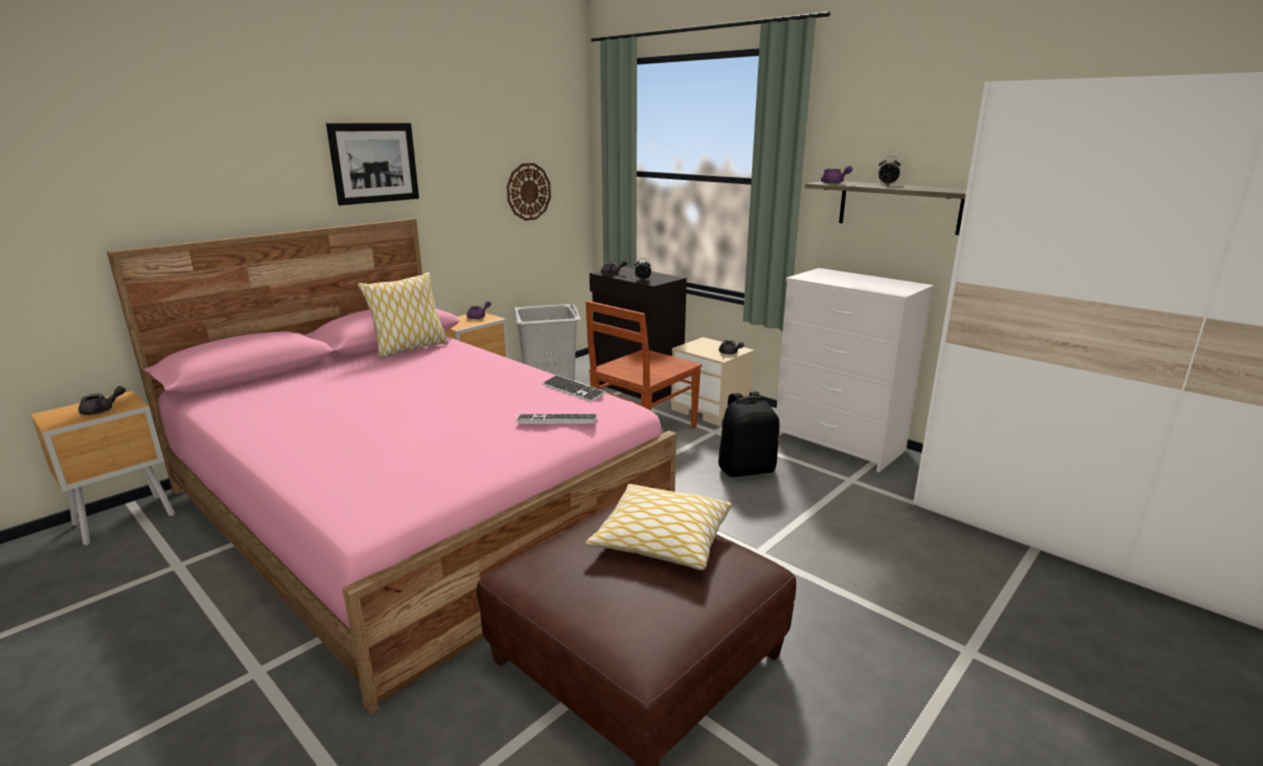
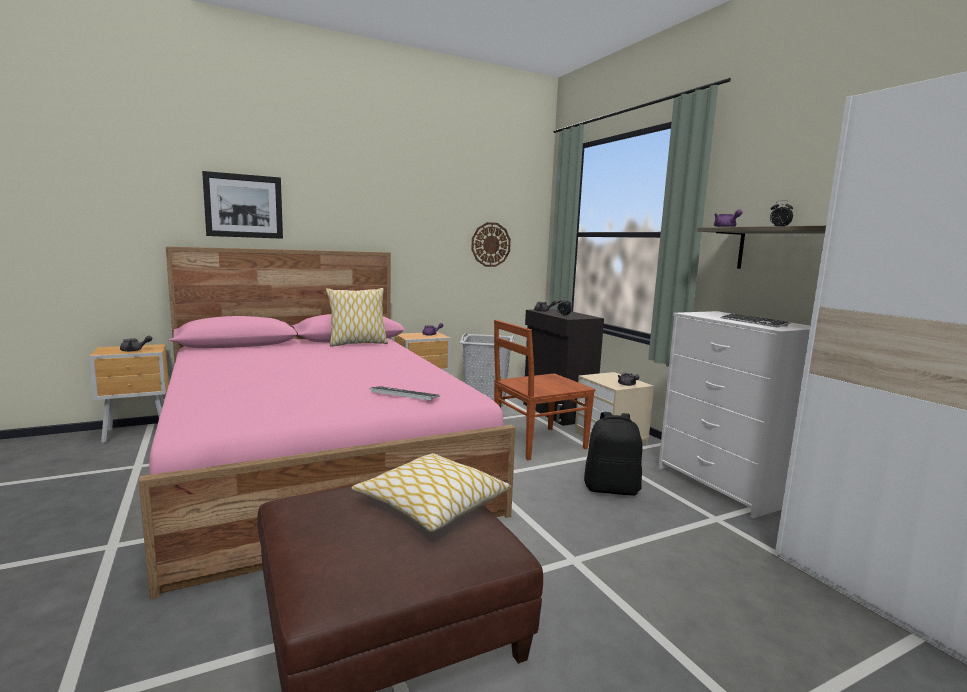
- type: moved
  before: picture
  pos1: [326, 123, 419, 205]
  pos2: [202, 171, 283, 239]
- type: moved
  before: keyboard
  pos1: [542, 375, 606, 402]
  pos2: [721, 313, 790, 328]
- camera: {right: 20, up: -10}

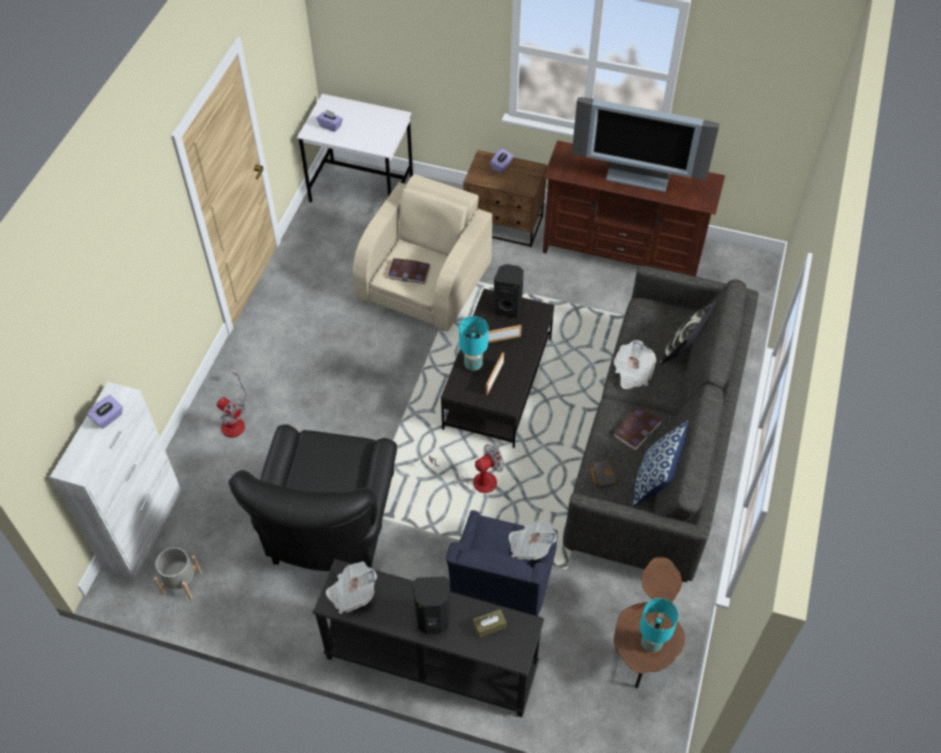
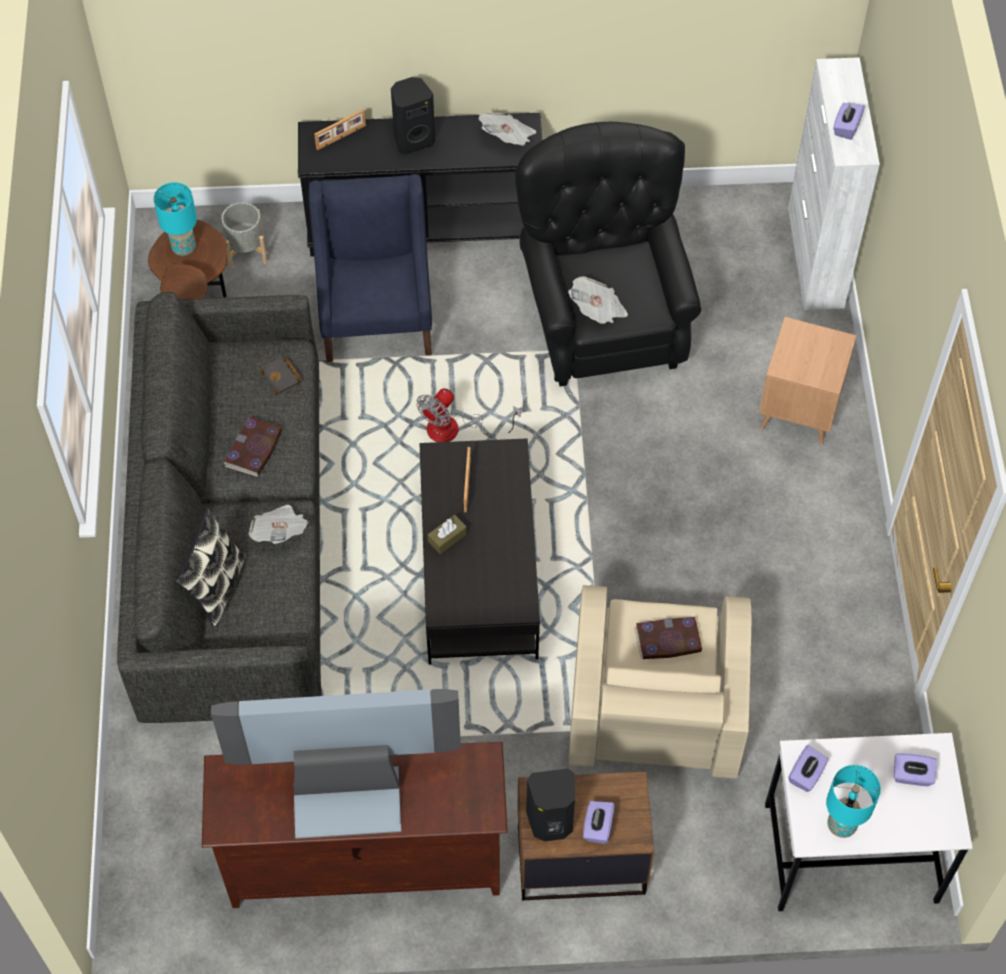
- type: moved
  before: grey planter
  pos1: [154, 547, 202, 600]
  pos2: [221, 202, 267, 269]
- type: replaced
  before: fan
  after: brown side table
  pos1: [217, 369, 246, 438]
  pos2: [759, 317, 857, 445]
- type: moved
  before: turquoise table lamp
  pos1: [459, 316, 488, 371]
  pos2: [826, 765, 881, 838]
- type: moved
  before: brown tissue box
  pos1: [473, 609, 507, 638]
  pos2: [428, 515, 467, 554]
- type: moved
  before: picture frame
  pos1: [480, 325, 522, 343]
  pos2: [314, 109, 366, 150]
- type: moved
  before: black speaker
  pos1: [493, 264, 524, 318]
  pos2: [526, 768, 575, 842]
- type: moved
  before: newspaper
  pos1: [508, 520, 557, 560]
  pos2: [568, 276, 628, 324]
- type: removed
  before: pillow
  pos1: [633, 420, 688, 507]
- type: added
  after: purple tissue box
  pos2: [788, 745, 828, 792]
- camera: {right: 160, up: 5}

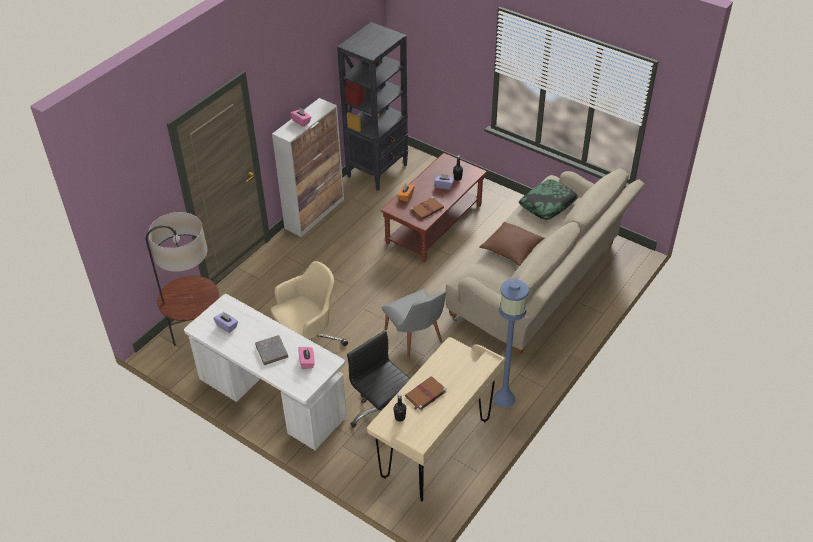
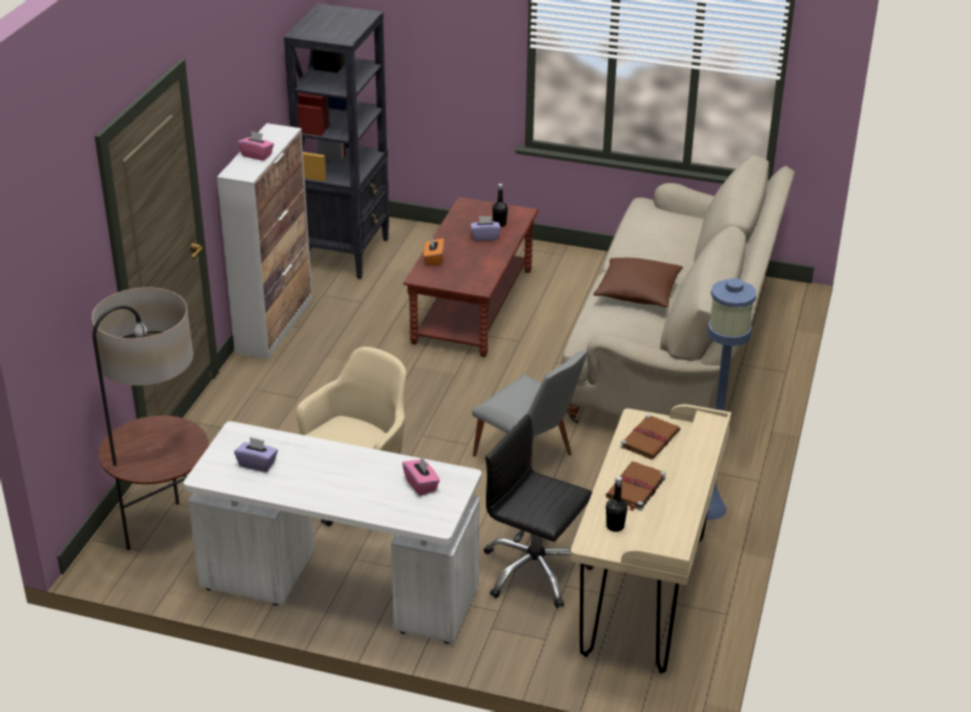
- type: removed
  before: grey book
  pos1: [255, 335, 288, 365]
- type: moved
  before: brown book
  pos1: [410, 197, 444, 220]
  pos2: [620, 414, 680, 460]
- type: removed
  before: pillow
  pos1: [519, 179, 578, 220]
- camera: {right: -20, up: -10}

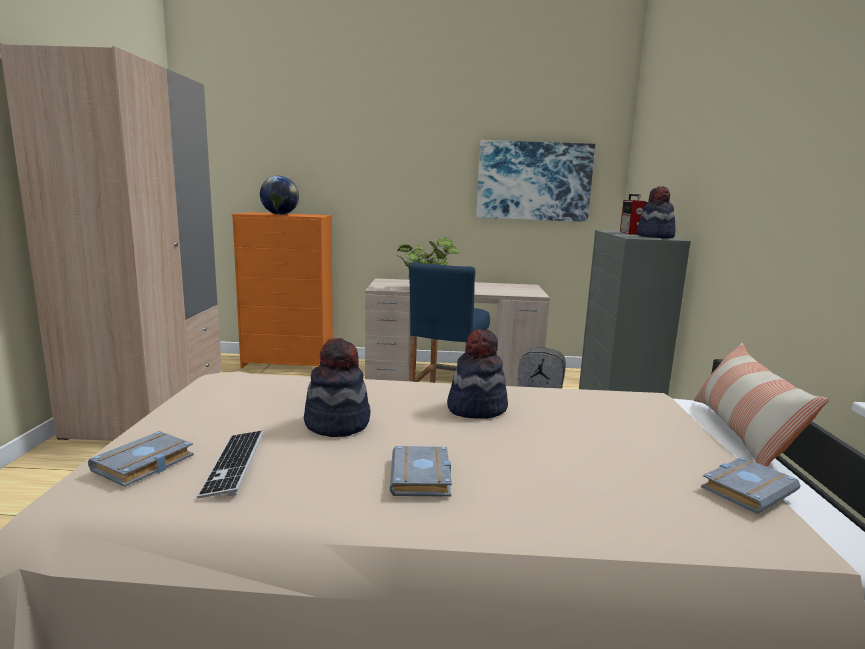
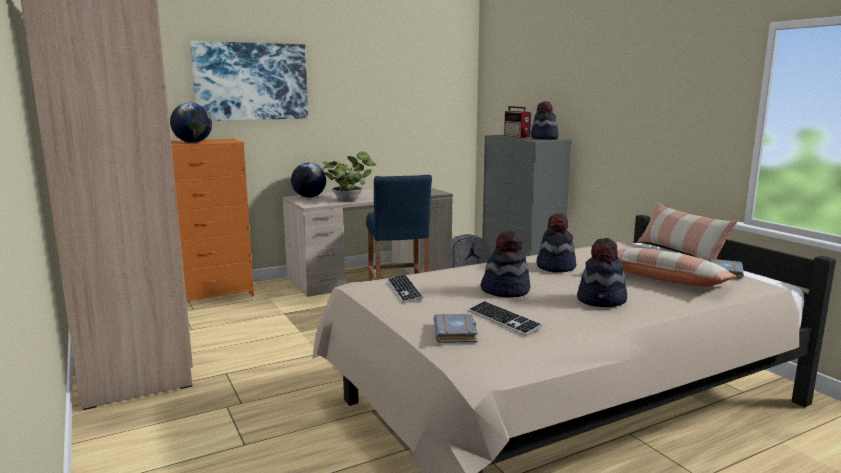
- type: replaced
  before: grey book
  after: hat
  pos1: [390, 446, 452, 497]
  pos2: [577, 238, 627, 307]
- type: moved
  before: picture
  pos1: [476, 140, 595, 222]
  pos2: [190, 41, 308, 121]
- type: added
  after: globe
  pos2: [291, 163, 326, 198]
- type: added
  after: keyboard
  pos2: [387, 275, 424, 303]
- type: added
  after: pillow
  pos2: [617, 248, 736, 287]
- camera: {right: -30, up: 0}

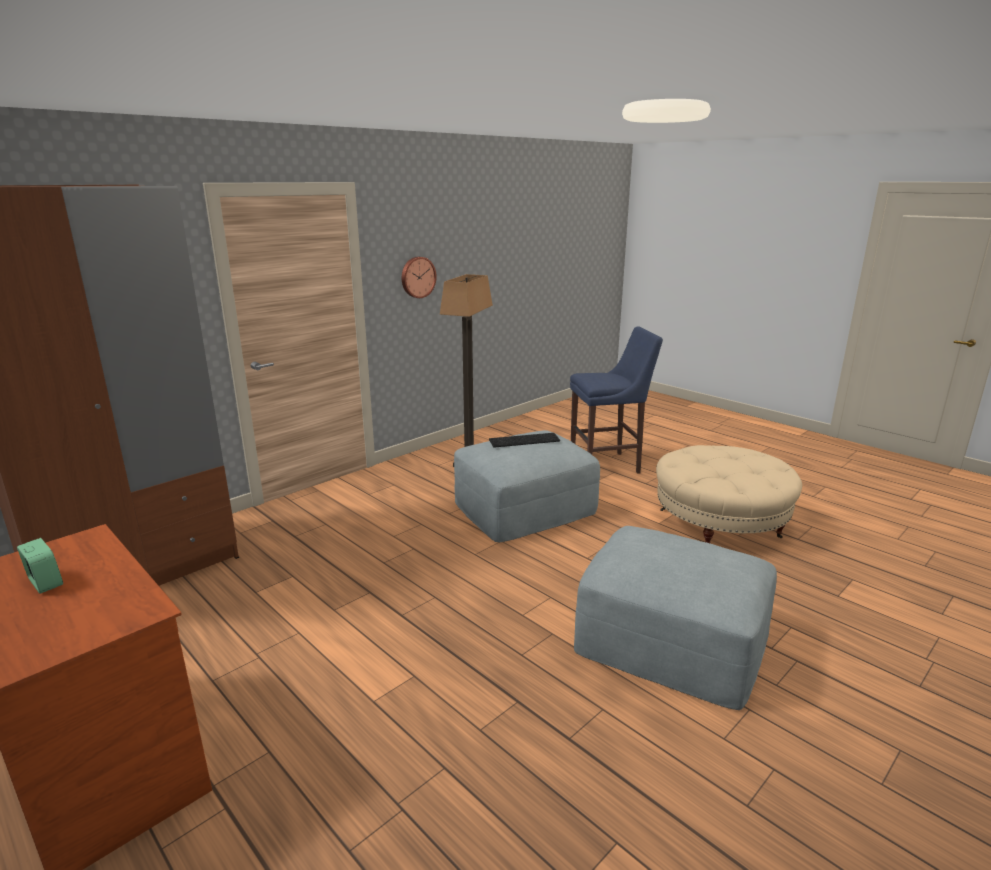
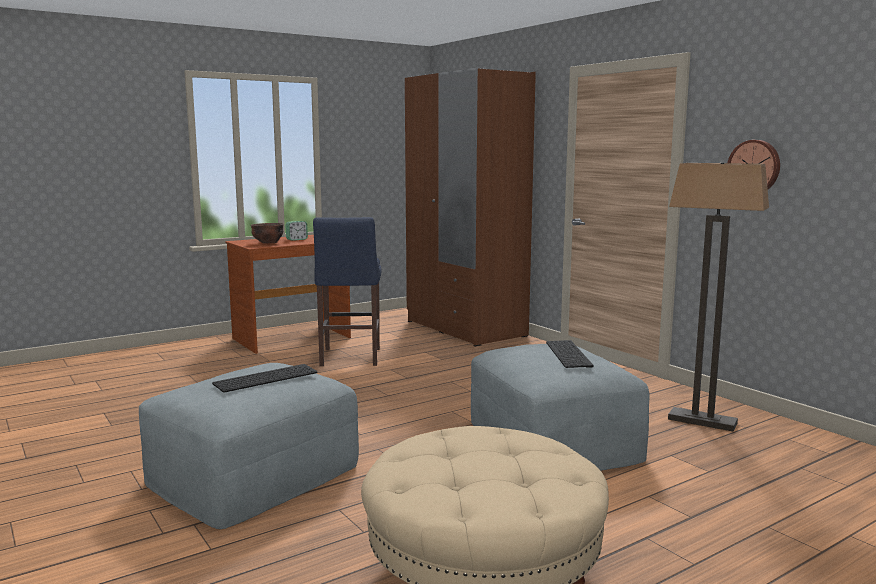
- type: moved
  before: blue stool
  pos1: [570, 326, 663, 474]
  pos2: [313, 217, 381, 366]
- type: added
  after: keyboard
  pos2: [212, 364, 318, 393]
- type: added
  after: brown bowl
  pos2: [251, 223, 284, 244]
- camera: {right: 100, up: -10}

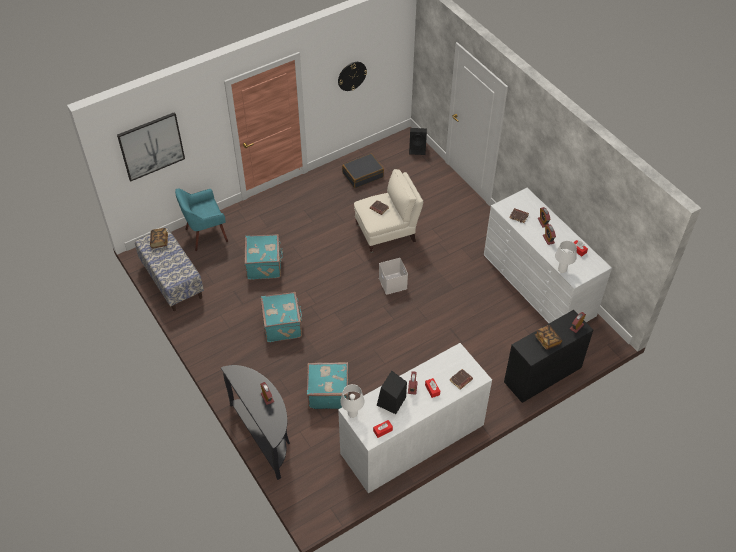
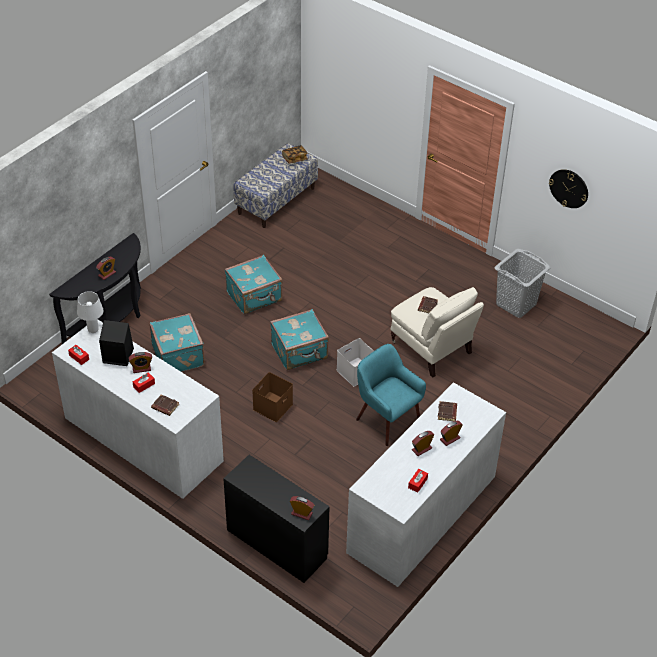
- type: removed
  before: picture
  pos1: [117, 112, 185, 181]
- type: moved
  before: turquoise armchair
  pos1: [175, 189, 228, 251]
  pos2: [356, 344, 426, 446]
- type: moved
  before: turquoise suitcase
  pos1: [245, 234, 284, 280]
  pos2: [270, 309, 329, 370]
- type: replaced
  before: black suitcase
  after: grey laundry basket
  pos1: [342, 153, 384, 188]
  pos2: [495, 249, 550, 318]
- type: removed
  before: black speaker
  pos1: [409, 128, 427, 155]
- type: removed
  before: book
  pos1: [535, 325, 562, 350]
- type: removed
  before: white table lamp
  pos1: [555, 241, 577, 273]
- type: added
  after: brown storage box
  pos2: [252, 372, 293, 422]
- camera: {right: 70, up: -5}

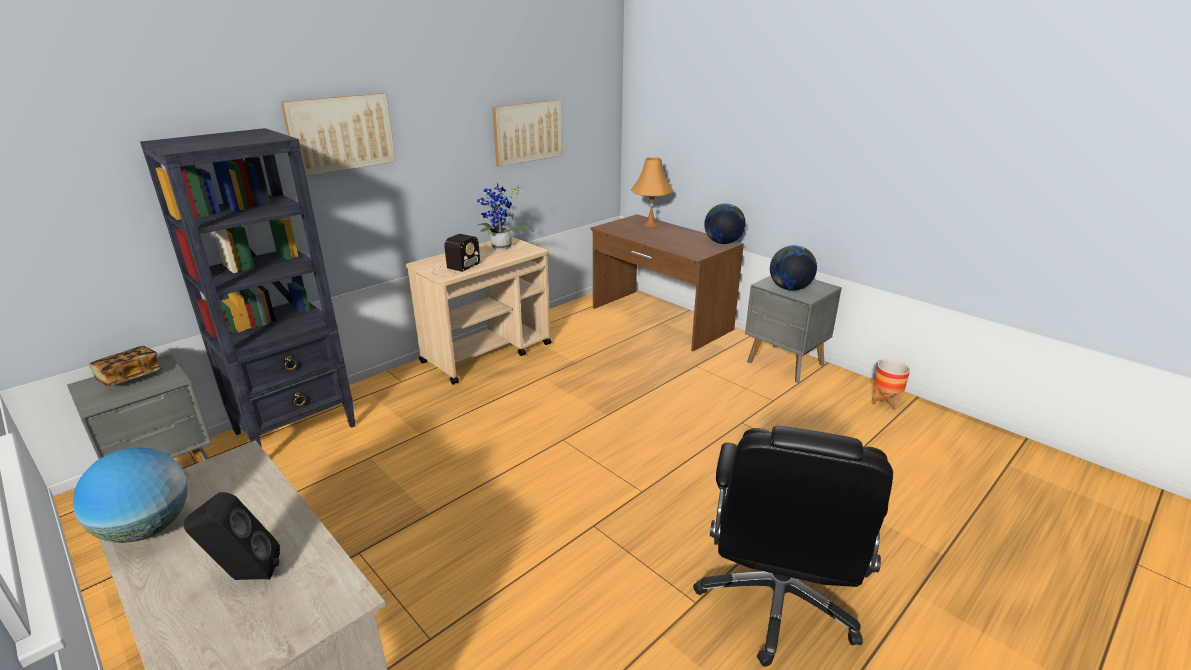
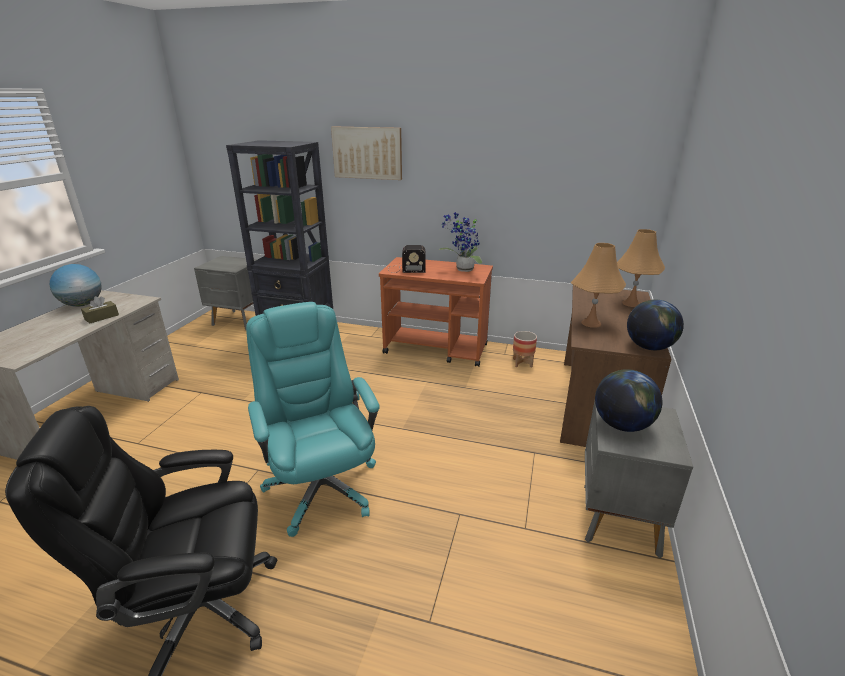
- type: removed
  before: book
  pos1: [89, 346, 162, 386]
- type: removed
  before: black speaker
  pos1: [184, 492, 280, 580]
- type: recoloured
  before: beige cart
  after: orange cart
  pos1: [406, 236, 551, 385]
  pos2: [379, 257, 493, 367]
- type: removed
  before: picture
  pos1: [492, 100, 563, 167]
- type: moved
  before: planter
  pos1: [872, 360, 910, 410]
  pos2: [513, 331, 537, 367]
- type: added
  after: brown tissue box
  pos2: [81, 296, 119, 323]
- type: added
  after: turquoise office chair
  pos2: [246, 302, 380, 537]
- type: added
  after: orange table lamp
  pos2: [571, 243, 626, 328]
- camera: {right: 60, up: 0}

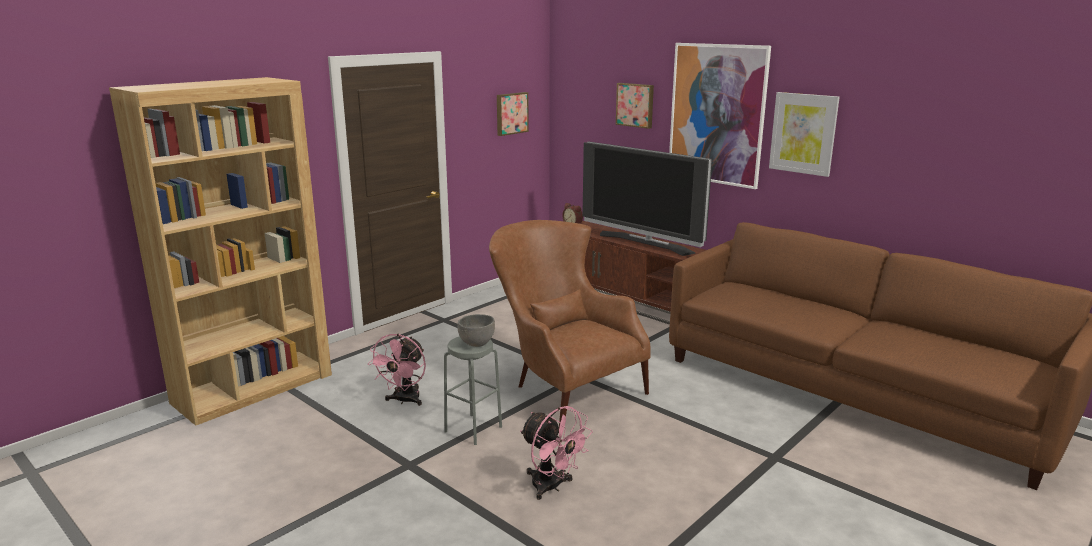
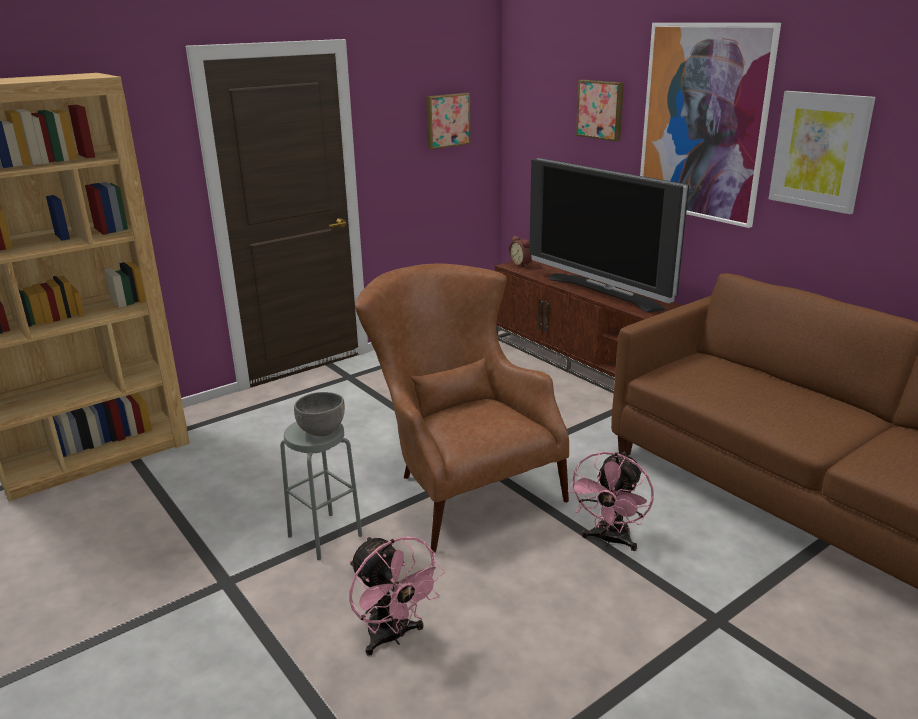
- type: moved
  before: pink fan
  pos1: [368, 334, 426, 406]
  pos2: [568, 452, 654, 551]
- camera: {right: 10, up: 5}

